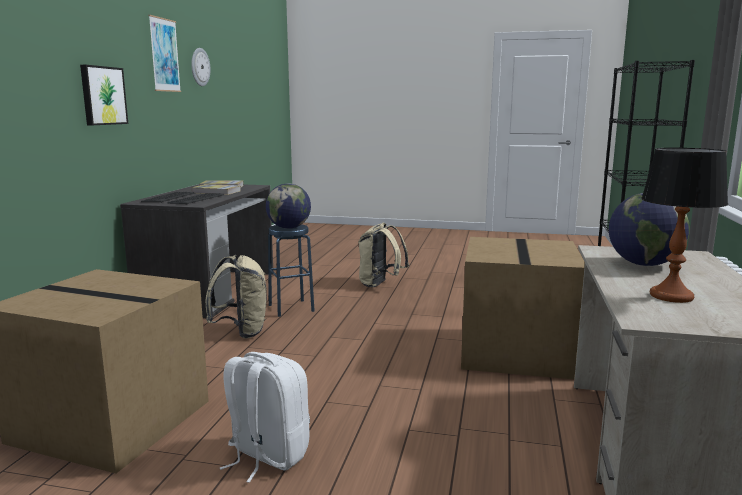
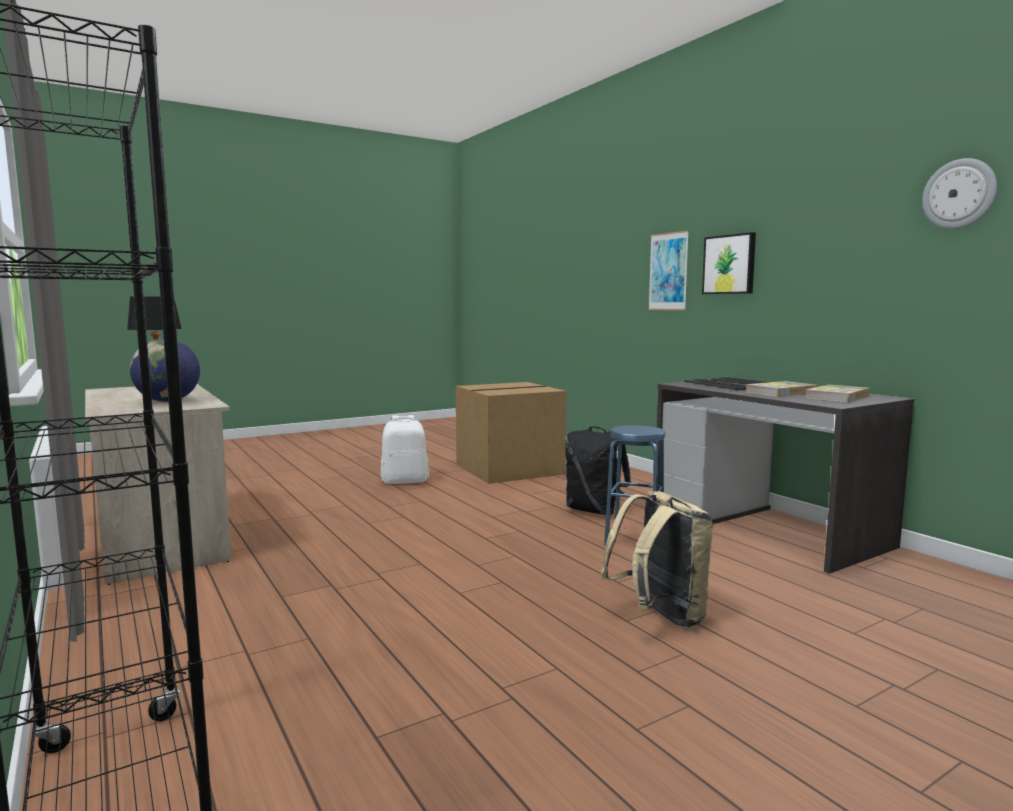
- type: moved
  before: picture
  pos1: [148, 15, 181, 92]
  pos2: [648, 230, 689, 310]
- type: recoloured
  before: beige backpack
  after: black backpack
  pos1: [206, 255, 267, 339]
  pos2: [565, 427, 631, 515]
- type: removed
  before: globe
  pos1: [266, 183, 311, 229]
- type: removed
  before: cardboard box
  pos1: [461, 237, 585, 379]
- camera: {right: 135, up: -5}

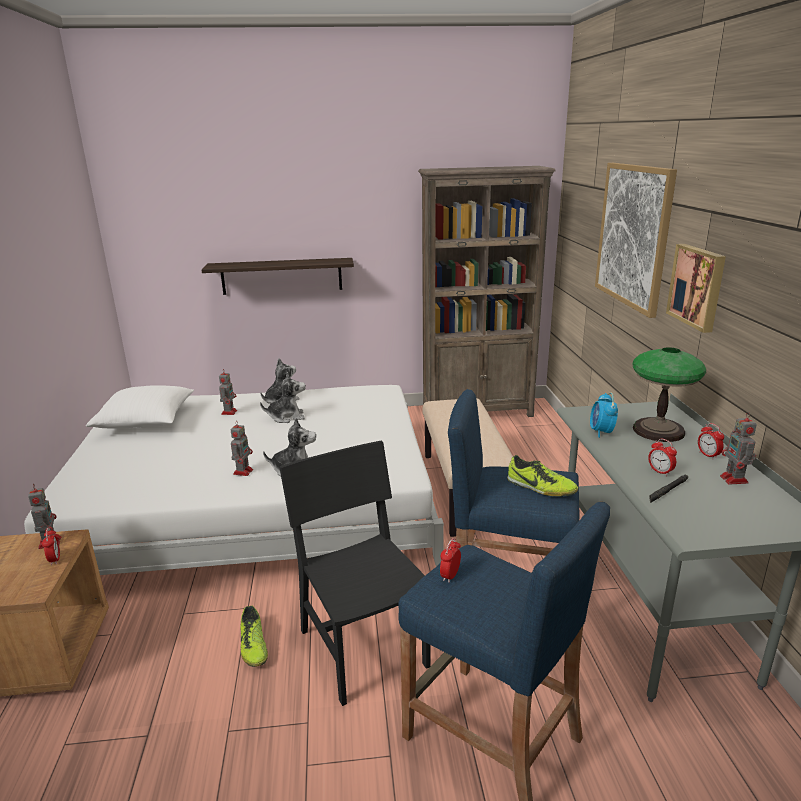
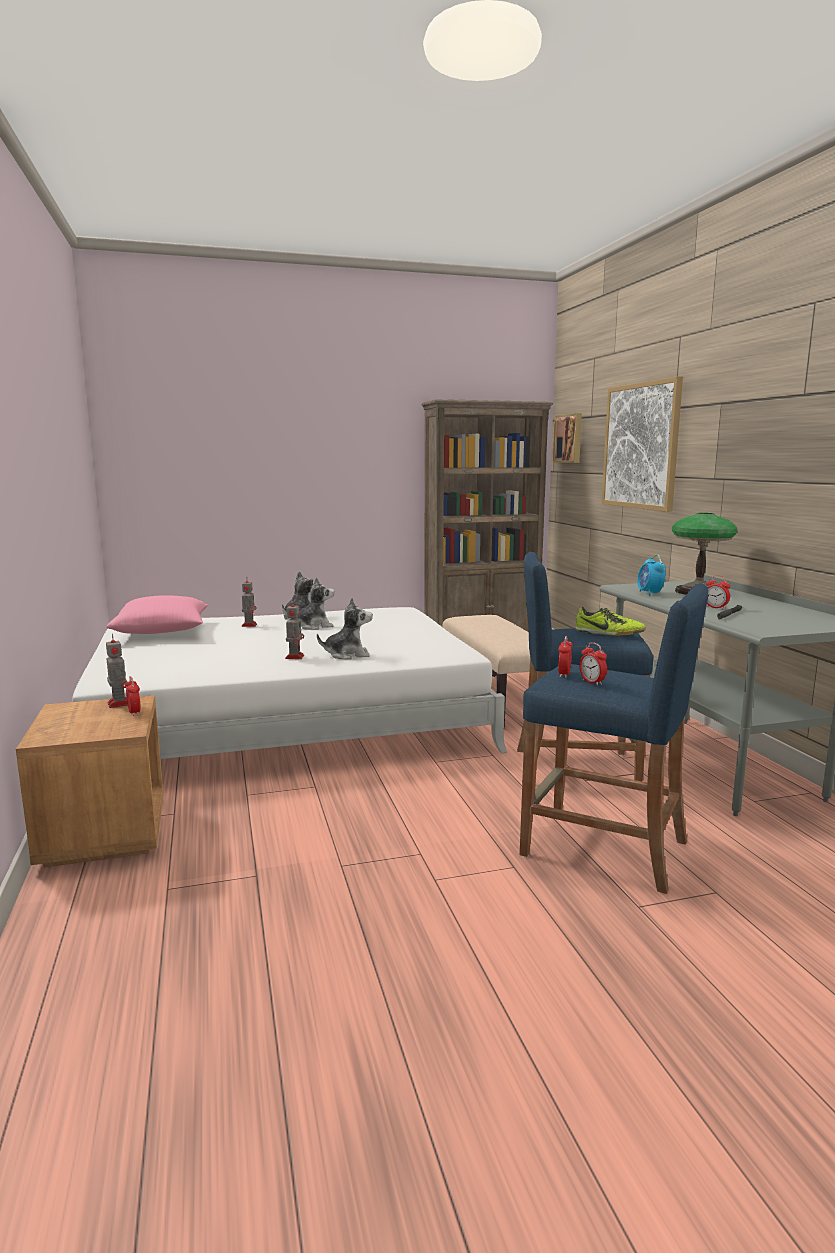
- type: recoloured
  before: white pillow
  after: pink pillow
  pos1: [86, 385, 194, 429]
  pos2: [107, 595, 208, 634]
- type: removed
  before: shelf
  pos1: [202, 258, 354, 295]
- type: removed
  before: shoe
  pos1: [240, 606, 268, 667]
- type: removed
  before: black chair
  pos1: [279, 441, 431, 706]
- type: moved
  before: picture
  pos1: [666, 244, 726, 333]
  pos2: [553, 413, 582, 463]
- type: moved
  before: alarm clock
  pos1: [698, 423, 724, 459]
  pos2: [579, 642, 607, 686]
- type: removed
  before: toy robot
  pos1: [720, 412, 757, 485]
- camera: {right: -10, up: -10}

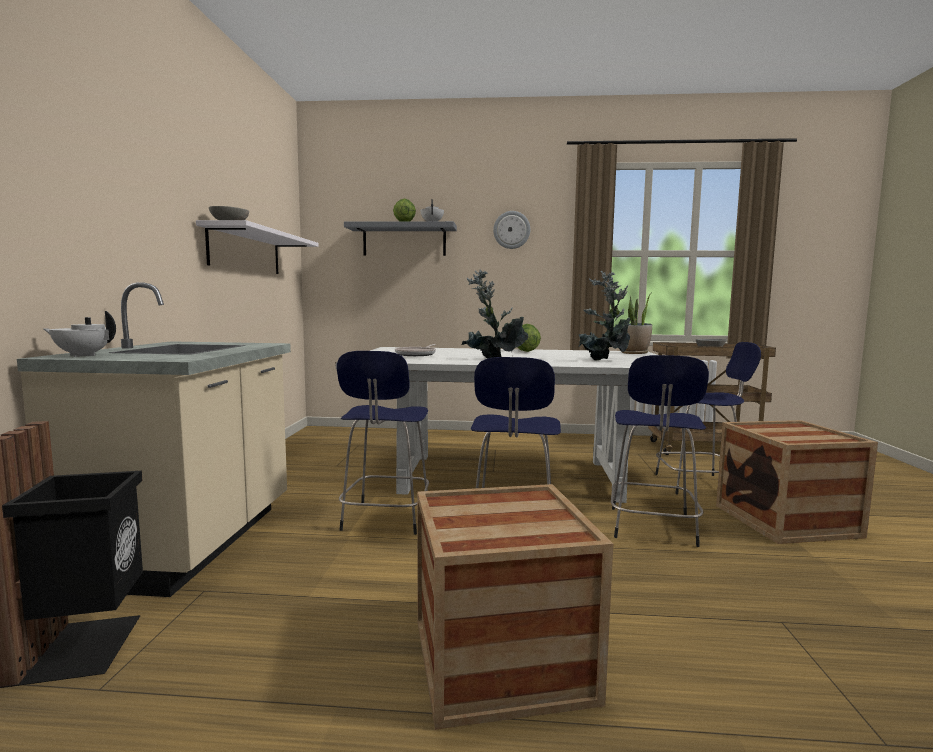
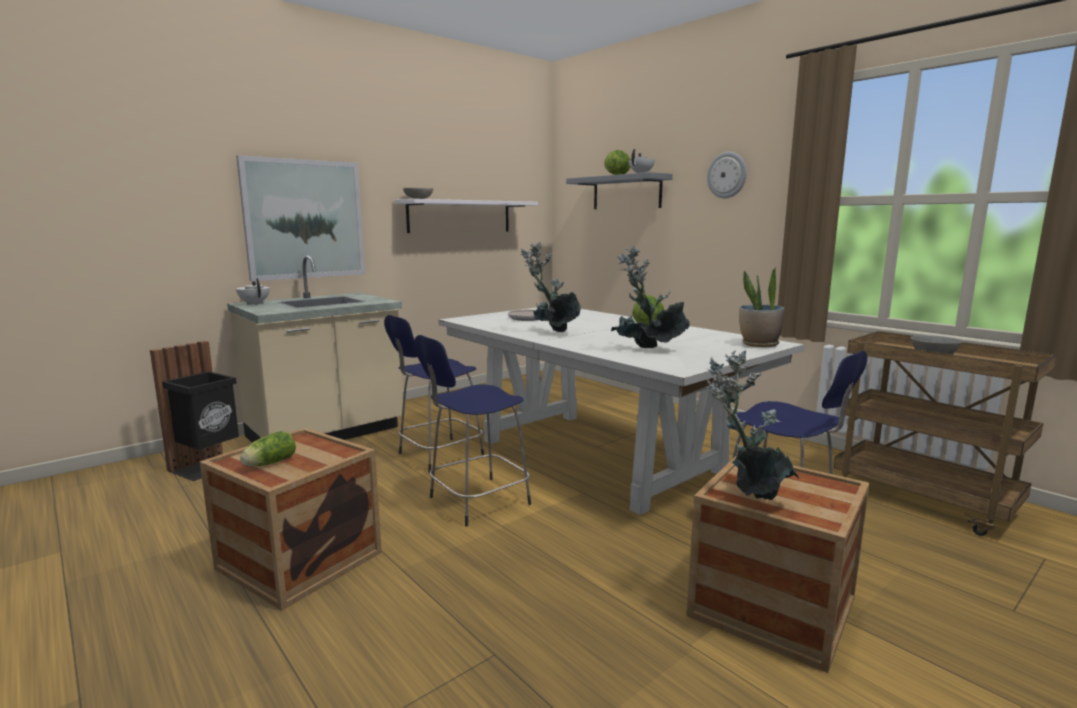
- type: removed
  before: blue stool
  pos1: [611, 355, 709, 547]
- type: added
  after: picture
  pos2: [236, 155, 365, 281]
- type: added
  after: lettuce
  pos2: [240, 431, 296, 466]
- type: added
  after: potted plant
  pos2: [706, 350, 799, 500]
- camera: {right: 45, up: 5}

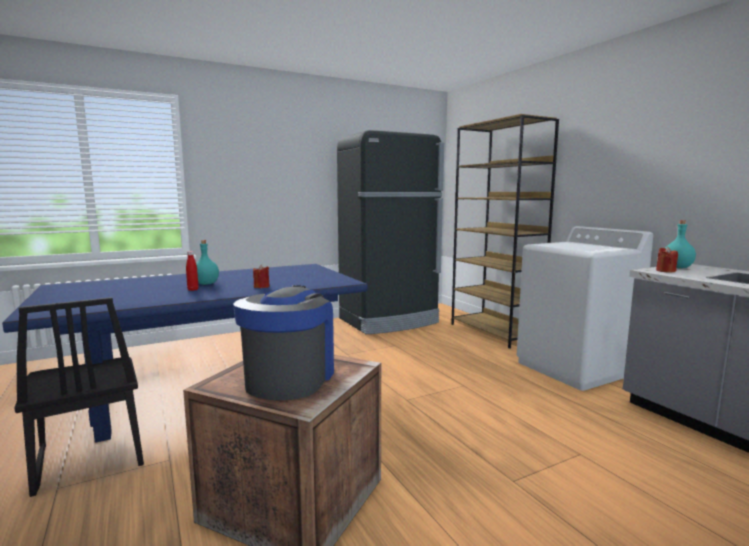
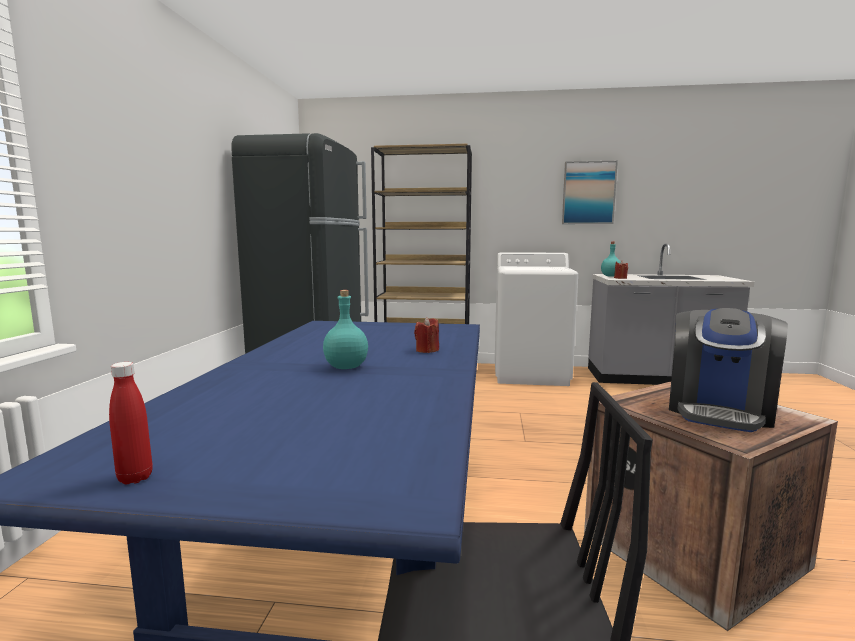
- type: moved
  before: red bottle
  pos1: [186, 251, 199, 291]
  pos2: [109, 362, 153, 484]
- type: turned
  before: coffee machine
  pos1: [233, 285, 334, 400]
  pos2: [669, 308, 788, 432]
  turn: -105
- type: added
  after: picture
  pos2: [562, 161, 618, 224]
- camera: {right: -55, up: 0}

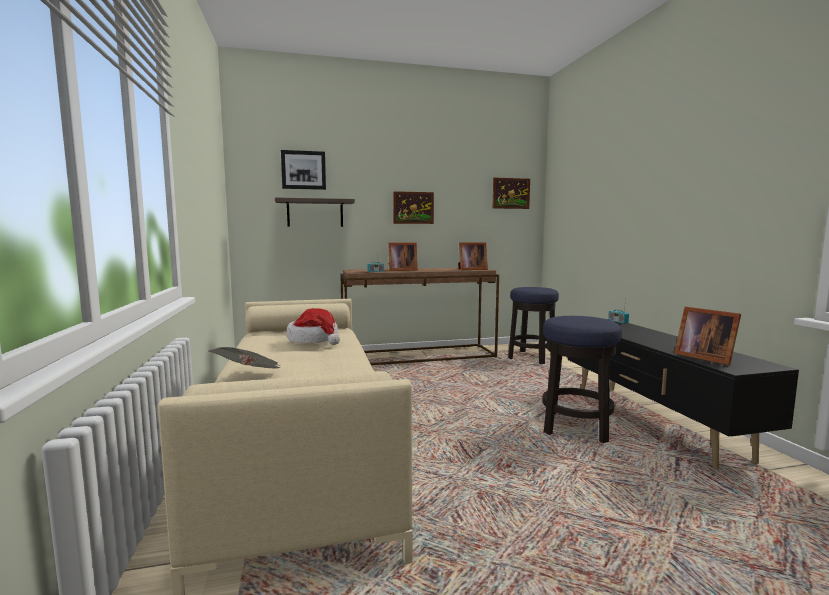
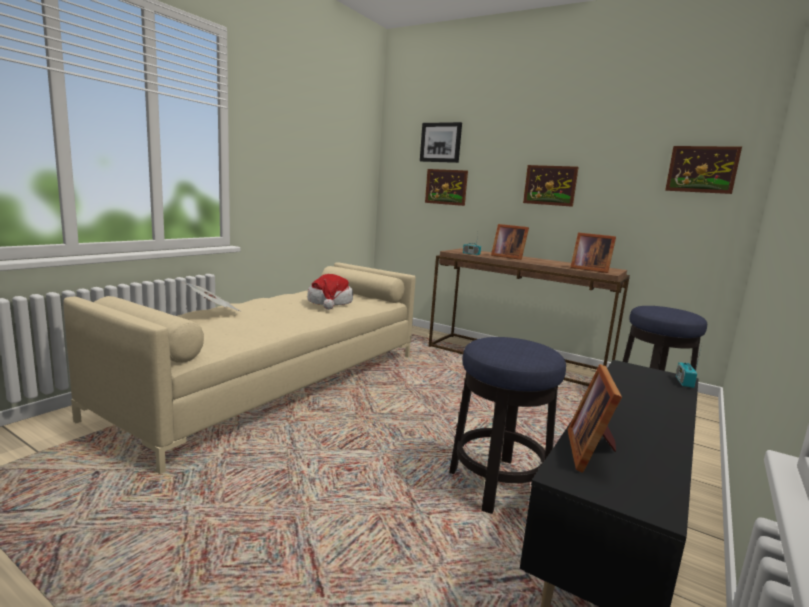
- type: replaced
  before: shelf
  after: picture
  pos1: [275, 197, 355, 227]
  pos2: [425, 169, 468, 206]
- camera: {right: 45, up: 5}

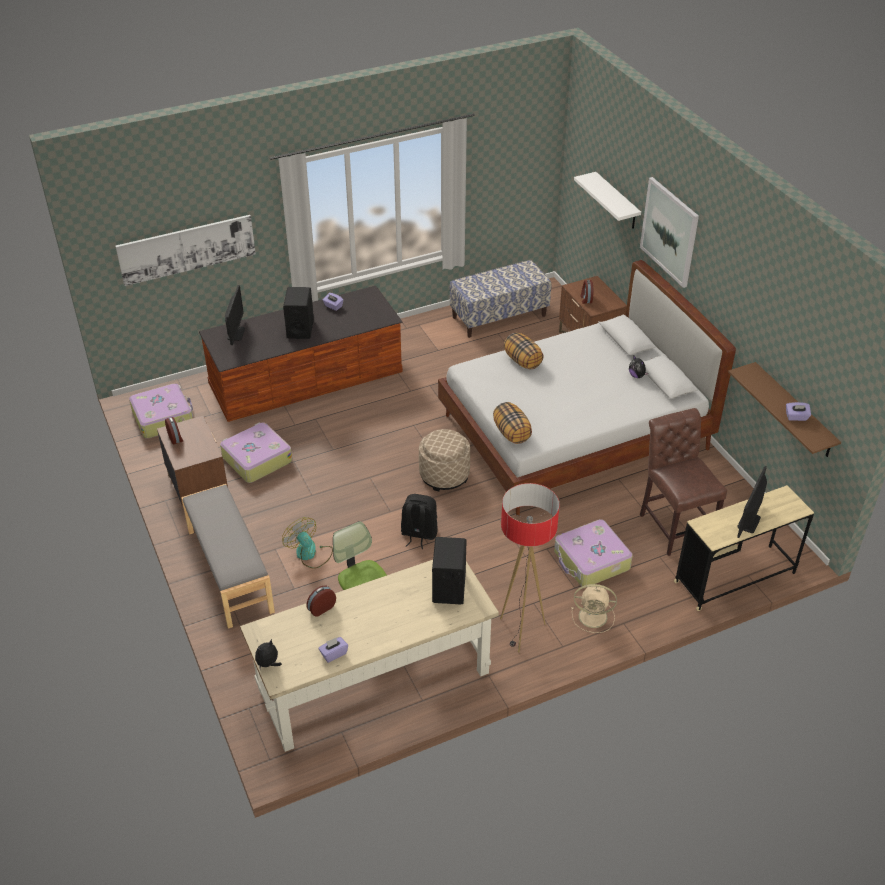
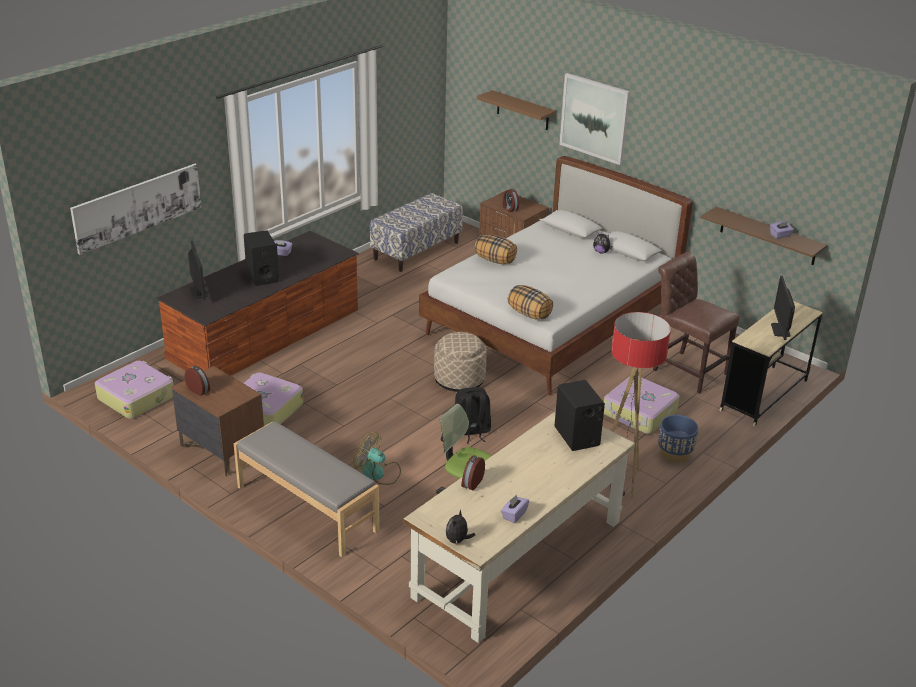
- type: replaced
  before: beige fan
  after: blue planter
  pos1: [571, 584, 617, 633]
  pos2: [658, 415, 699, 463]
- type: recoloured
  before: white shelf
  after: brown shelf
  pos1: [574, 172, 641, 229]
  pos2: [477, 90, 556, 130]
- camera: {right: -25, up: -10}

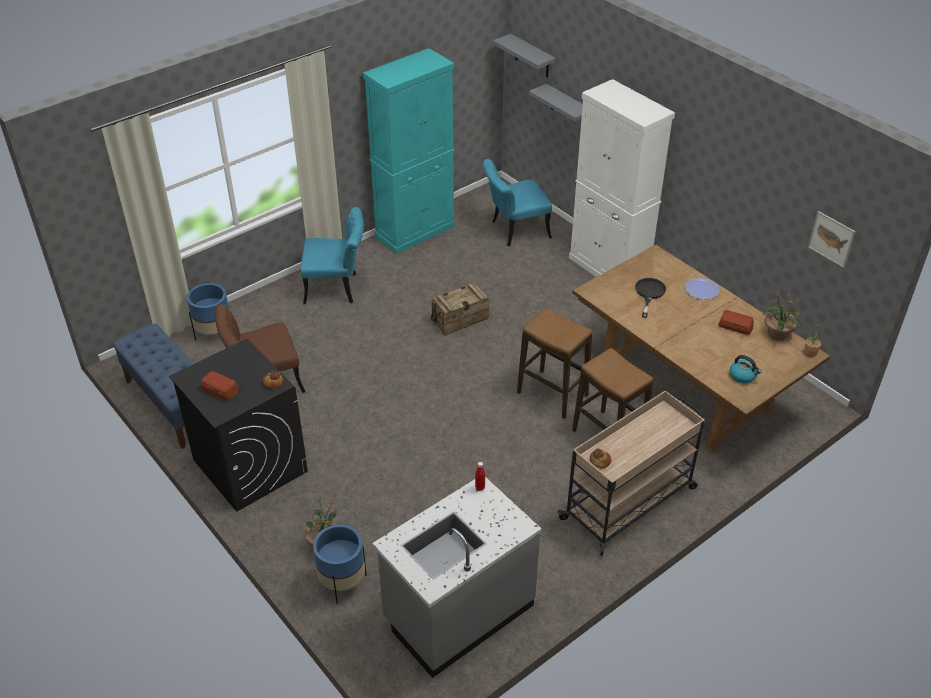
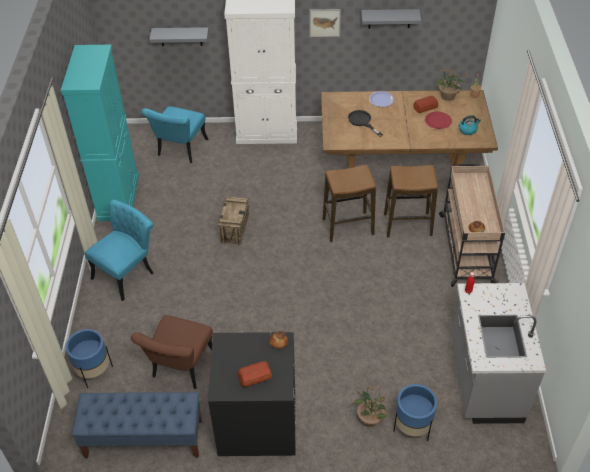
- type: moved
  before: grey shelf
  pos1: [493, 34, 556, 78]
  pos2: [361, 9, 421, 29]
- type: moved
  before: picture
  pos1: [808, 211, 856, 268]
  pos2: [310, 9, 341, 37]
- type: added
  after: red plate
  pos2: [425, 111, 452, 129]
- camera: {right: -50, up: 5}

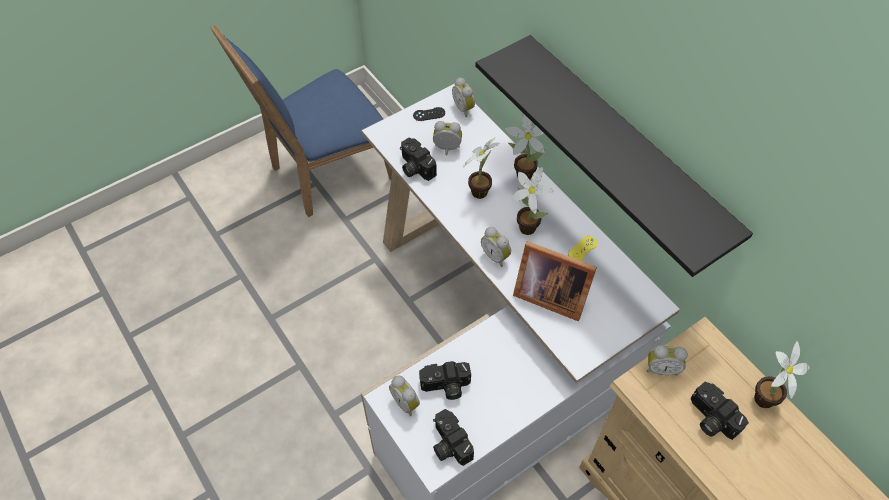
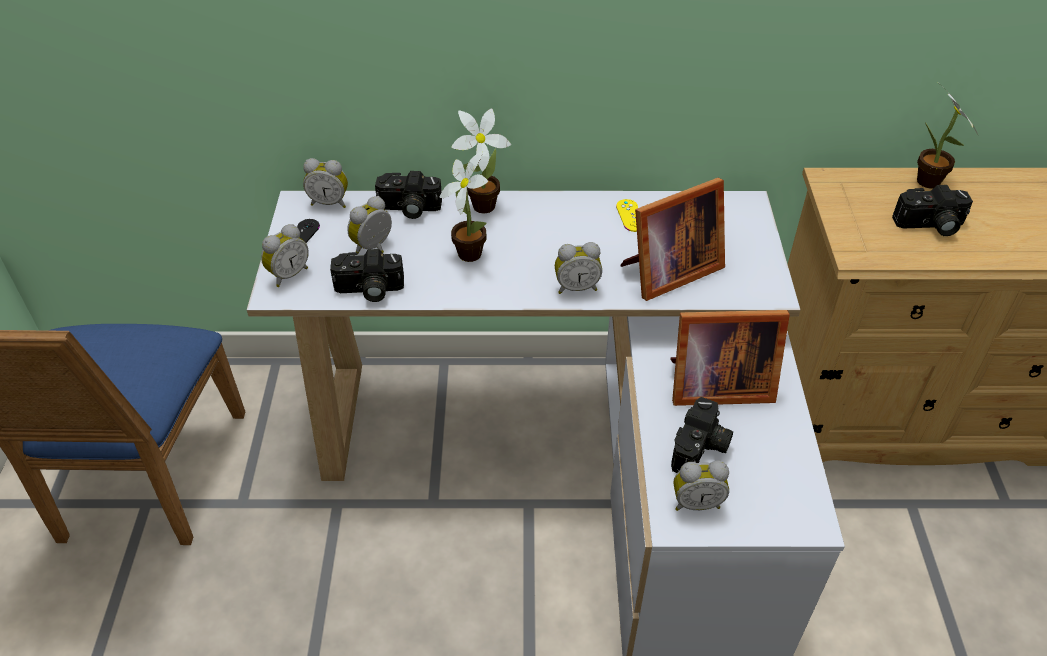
- type: moved
  before: photo camera
  pos1: [433, 409, 474, 466]
  pos2: [375, 171, 442, 219]
- type: removed
  before: black shelf
  pos1: [475, 35, 753, 277]
- type: removed
  before: potted plant
  pos1: [511, 167, 553, 235]
- type: moved
  before: alarm clock
  pos1: [647, 345, 688, 376]
  pos2: [261, 224, 309, 287]
- type: added
  after: picture frame
  pos2: [670, 310, 790, 406]
- camera: {right: -55, up: -10}

